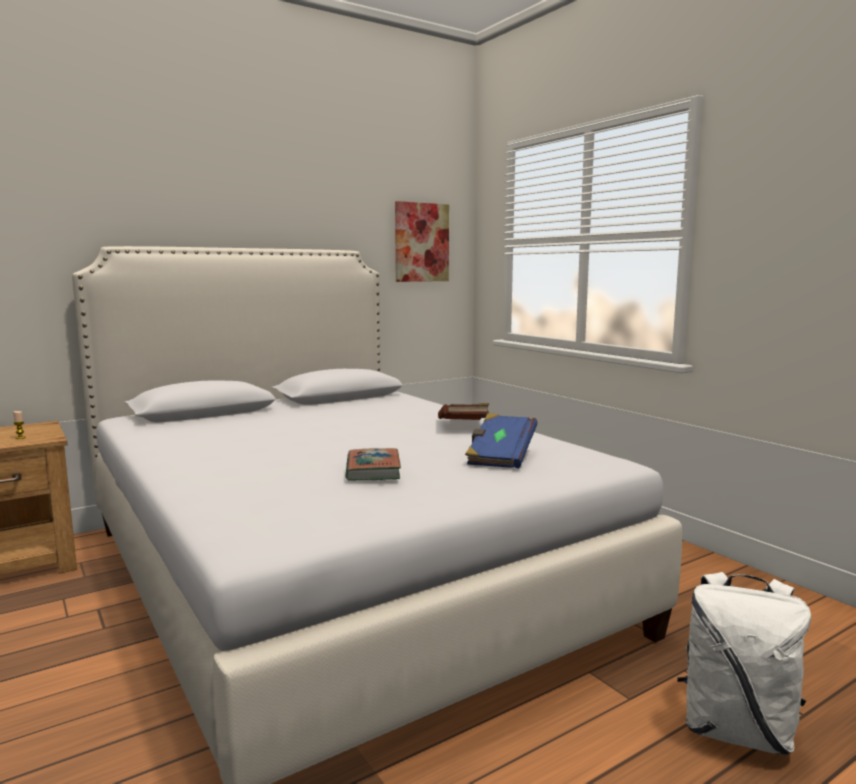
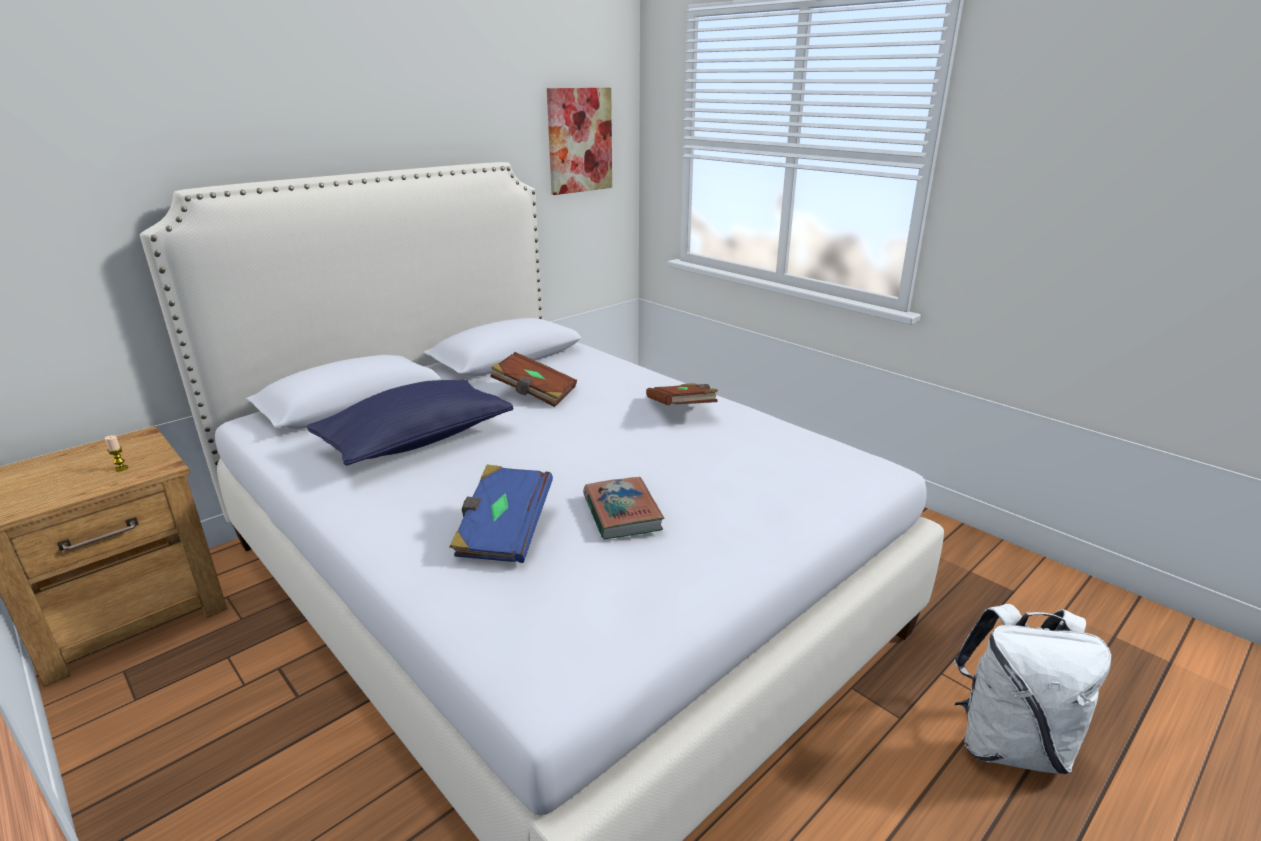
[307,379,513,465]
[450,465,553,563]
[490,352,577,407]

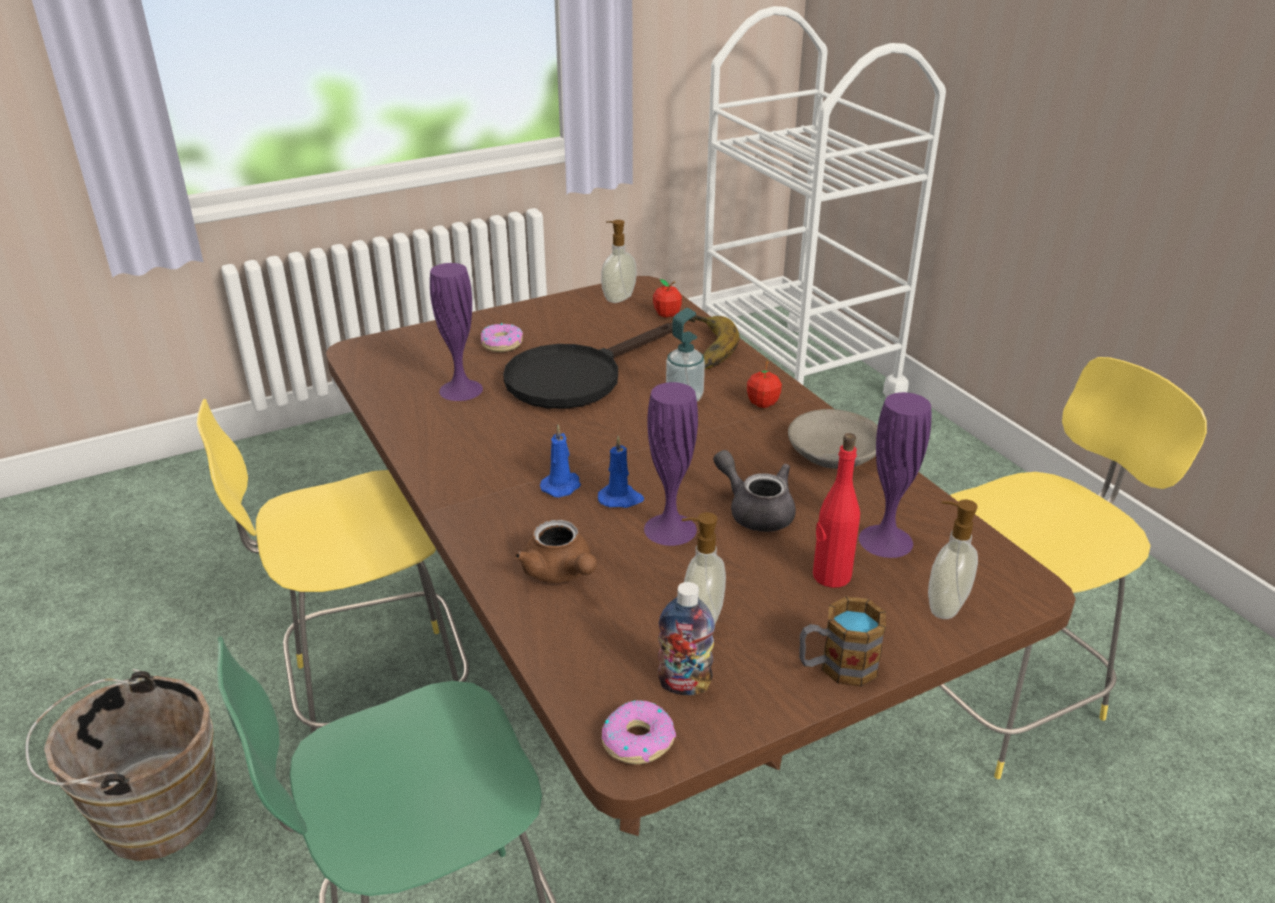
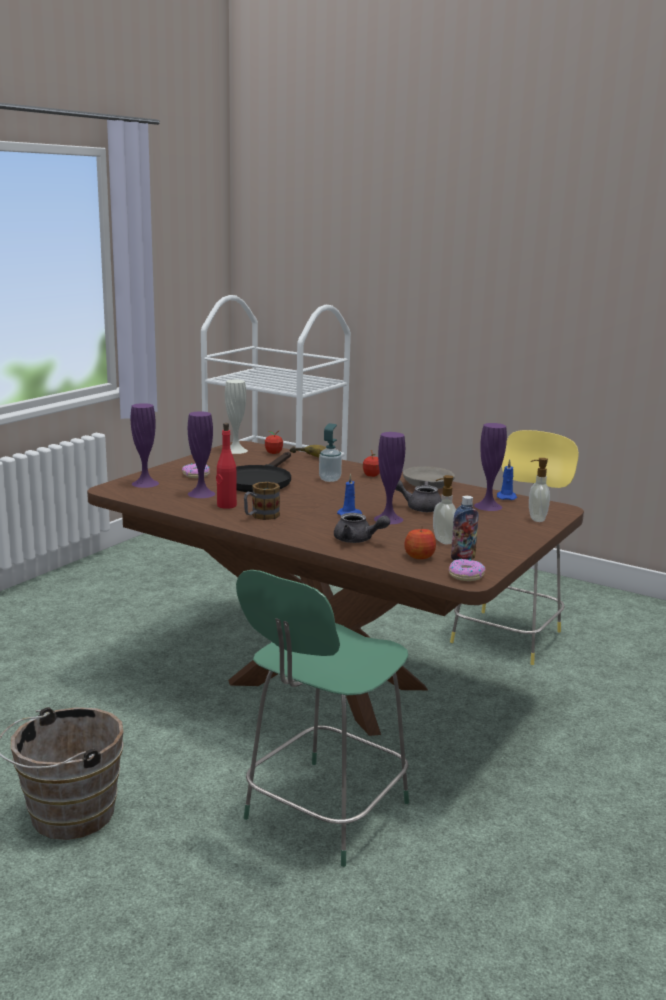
[131,403,159,488]
[216,423,237,509]
[225,380,248,454]
[244,482,280,520]
[334,513,390,543]
[404,528,436,559]
[497,459,517,500]
[197,399,469,733] (first image)

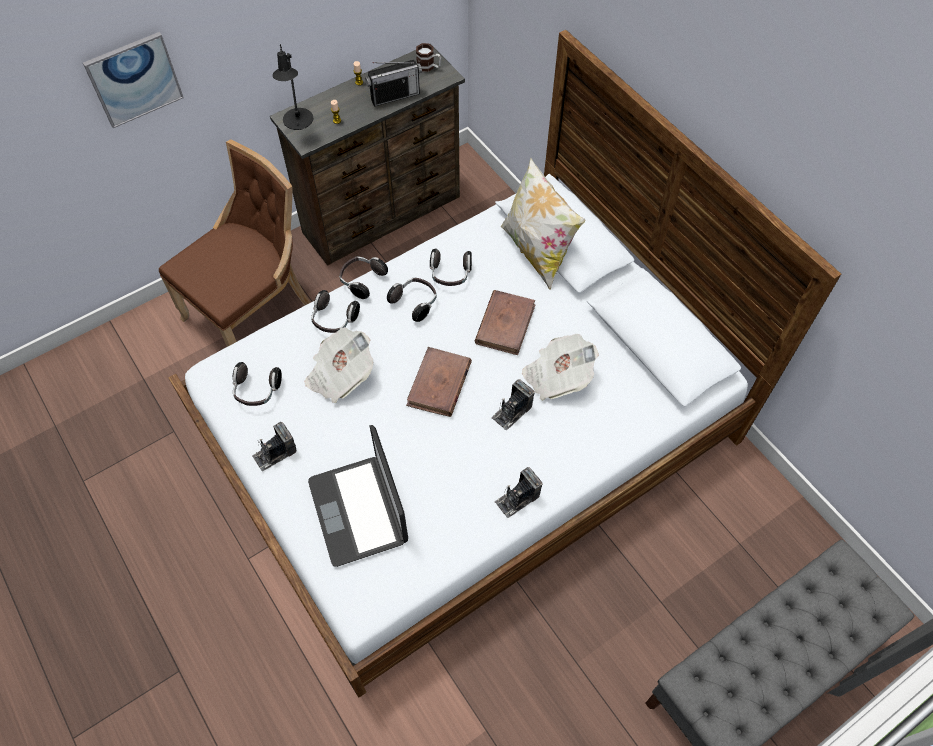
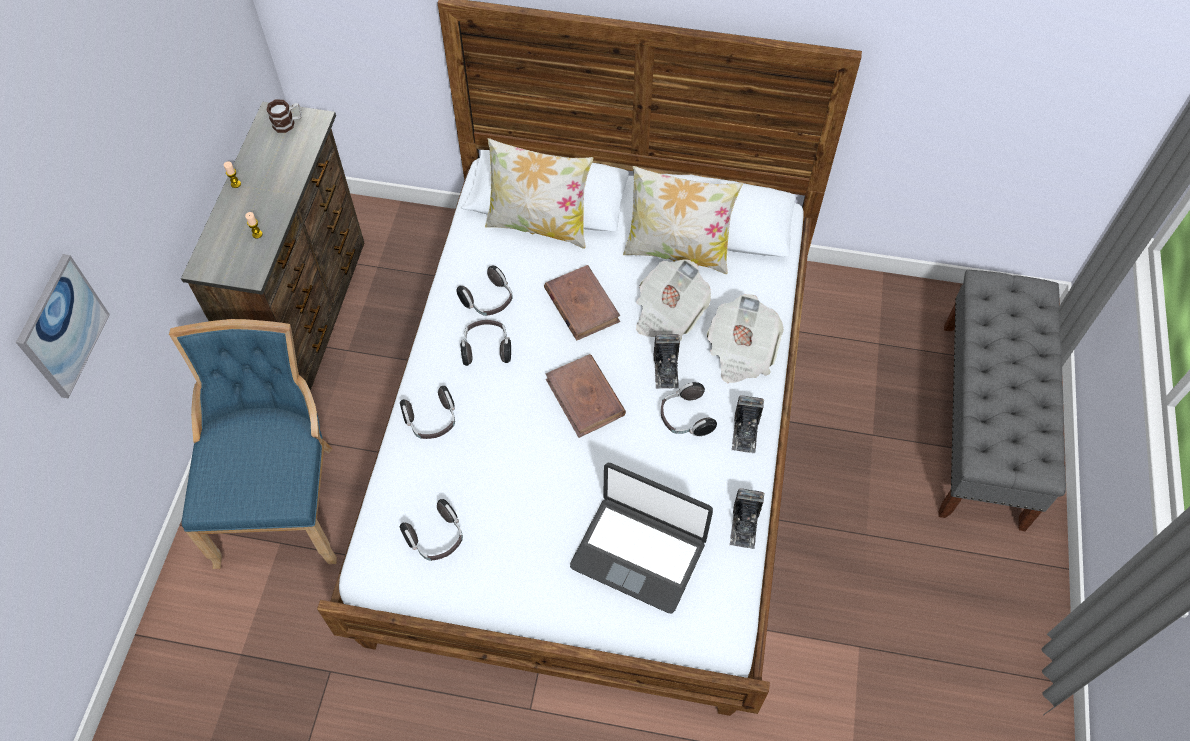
[169,319,337,569]
[623,166,743,274]
[661,382,717,436]
[707,294,784,383]
[729,488,765,549]
[272,44,313,130] (first image)
[365,60,422,107] (first image)

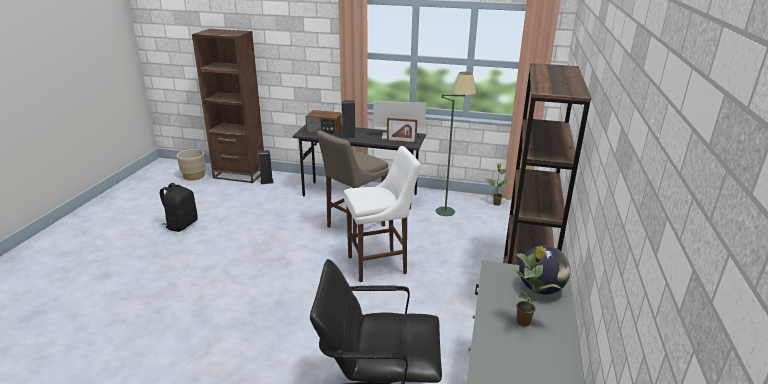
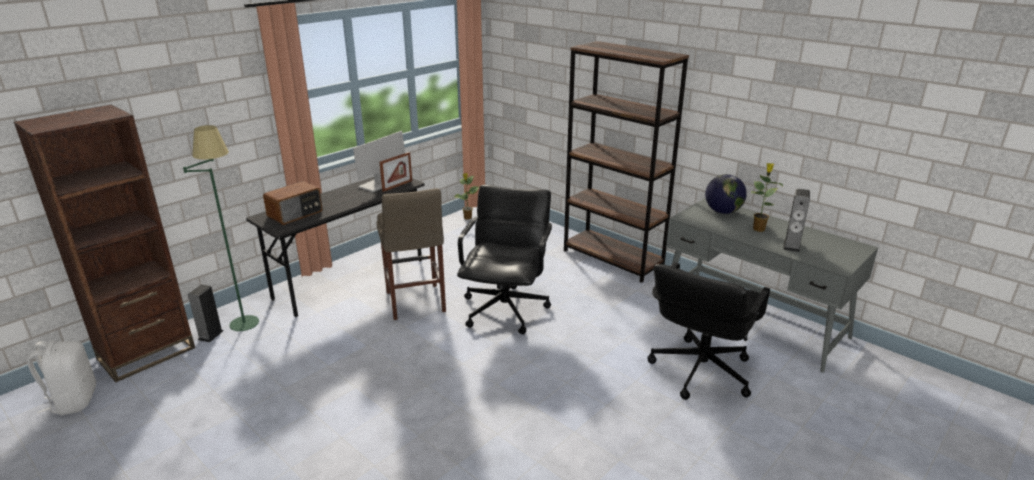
[27,341,96,415]
[183,125,259,331]
[457,185,552,334]
[783,189,810,252]
[160,183,198,232] (first image)

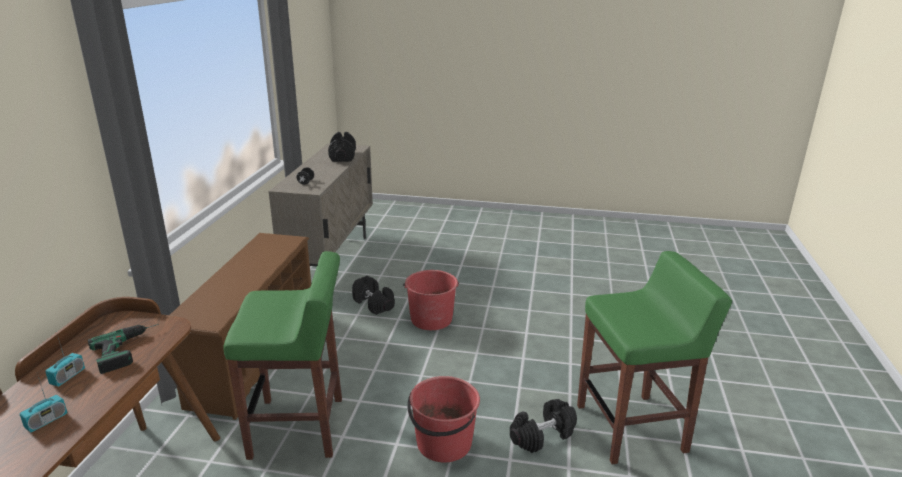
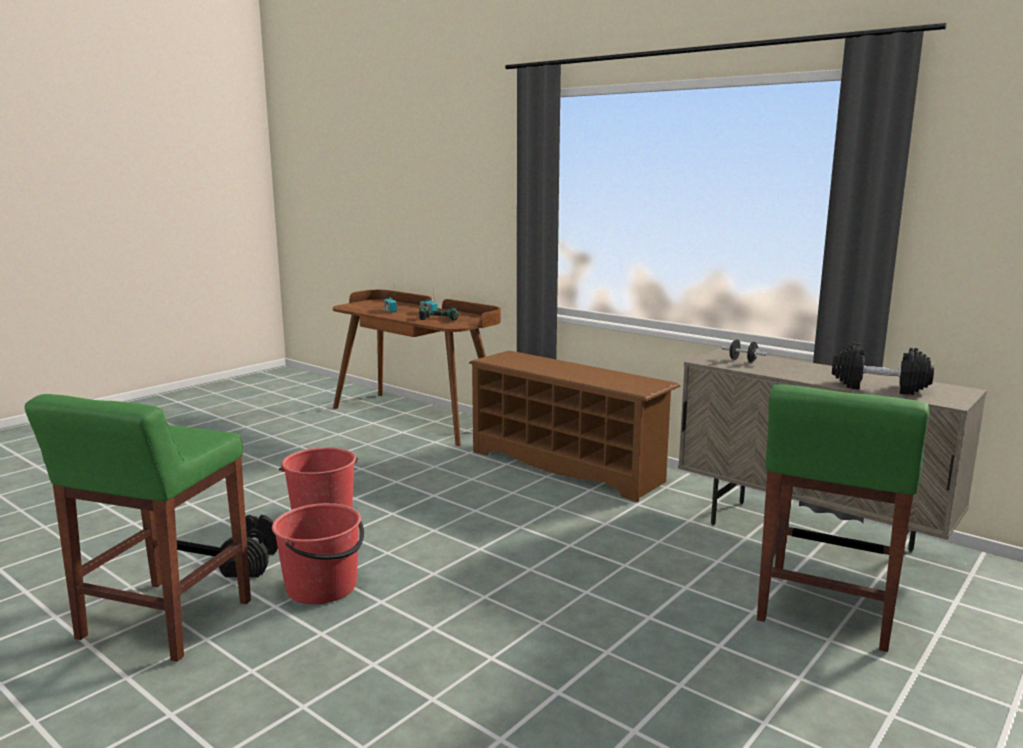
[272,503,364,604]
[757,384,929,652]
[352,276,395,315] (first image)

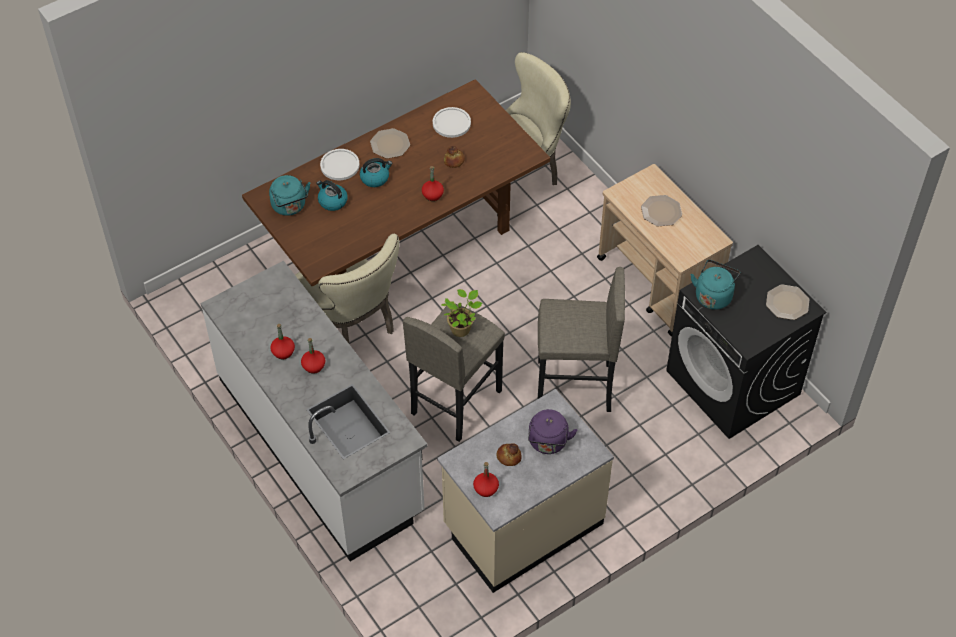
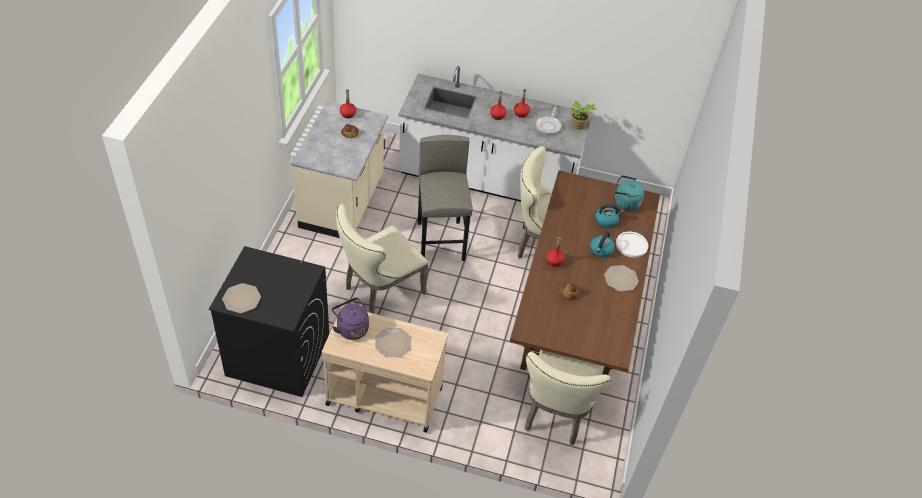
[332,297,369,340]
[336,204,429,314]
[535,107,562,135]
[570,101,596,130]
[433,107,471,138] (first image)
[691,260,741,310] (first image)

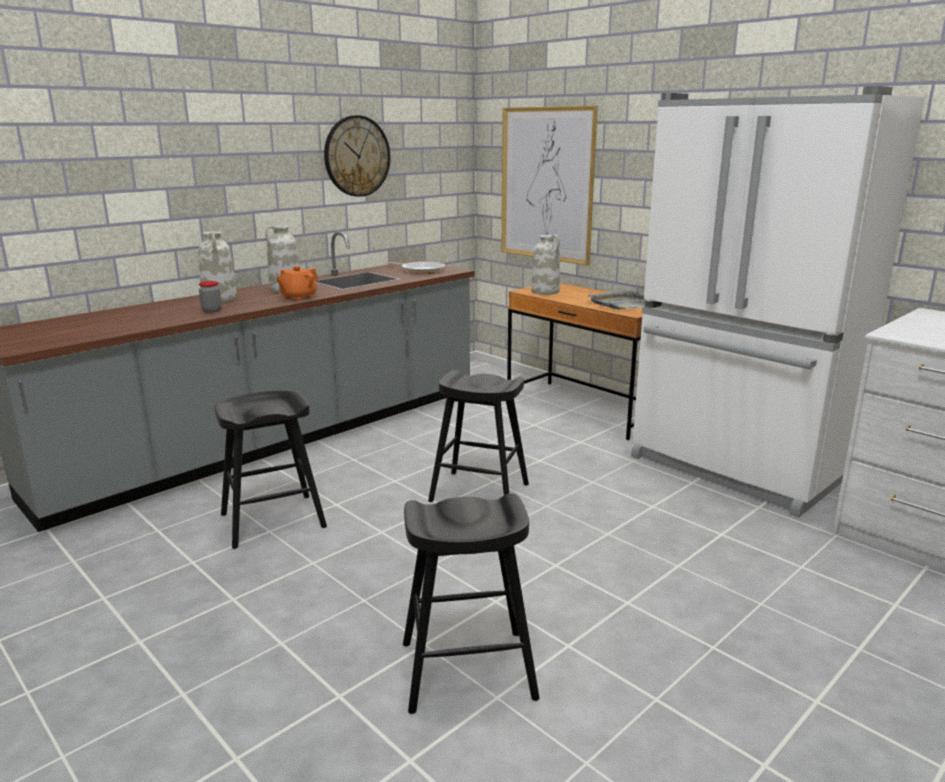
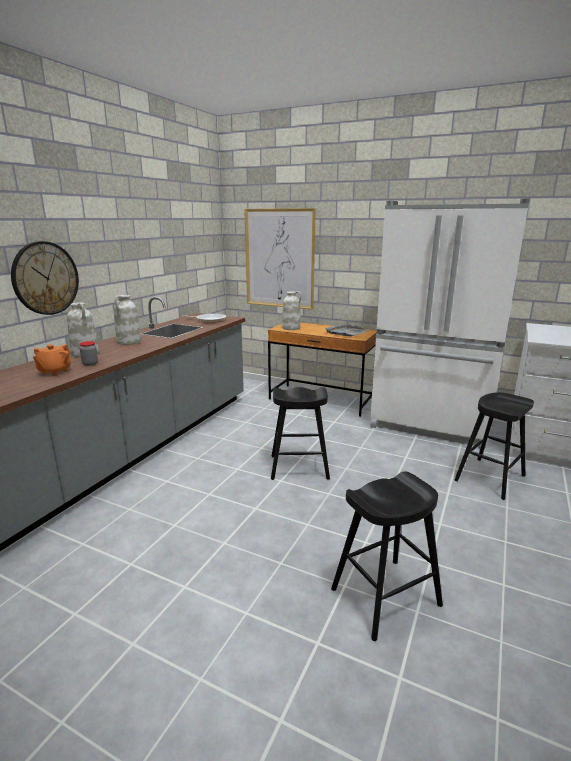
[11,241,79,315]
[33,344,71,375]
[454,392,534,500]

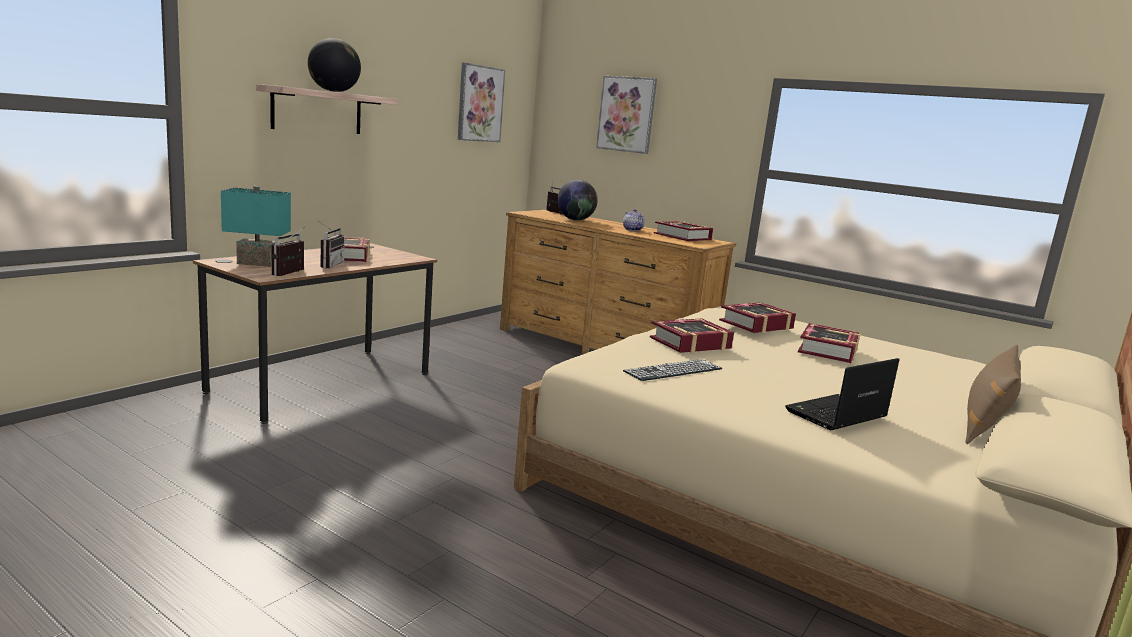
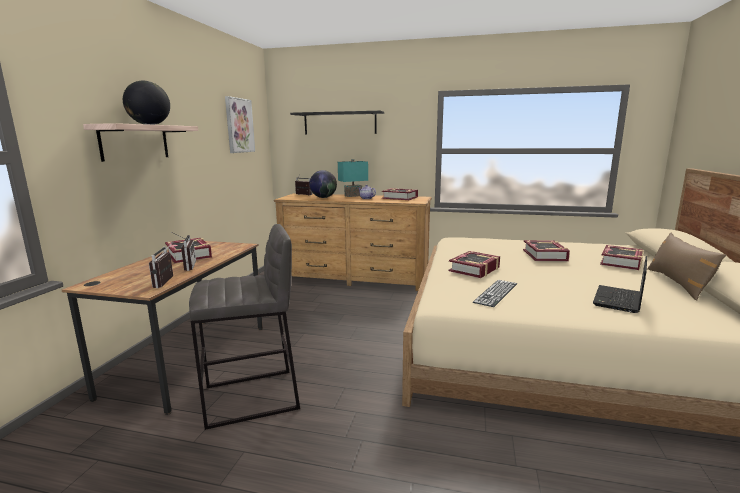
[189,224,300,430]
[290,111,384,135]
[338,159,368,197]
[600,245,644,270]

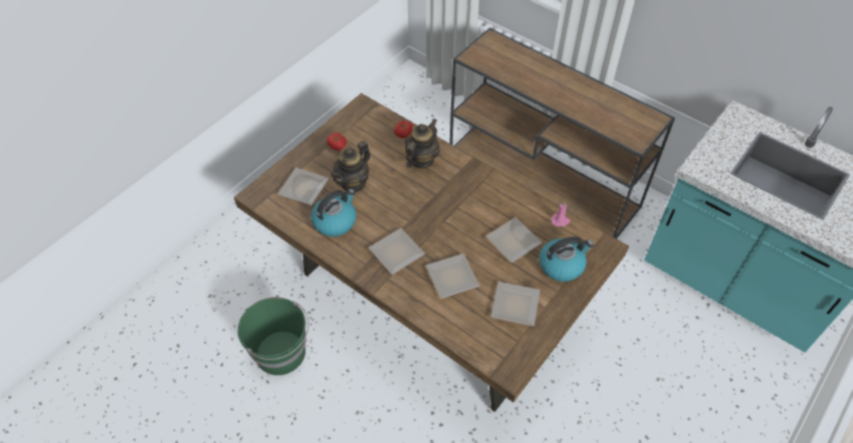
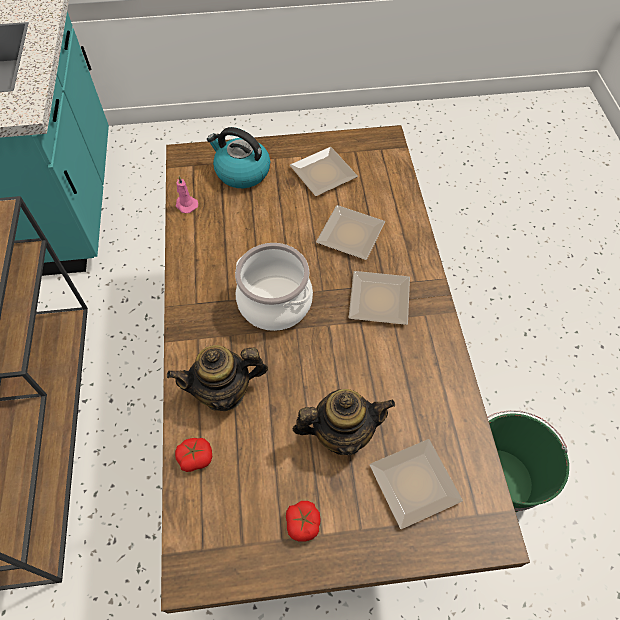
[235,243,313,331]
[311,189,356,237] (first image)
[486,217,542,263] (first image)

